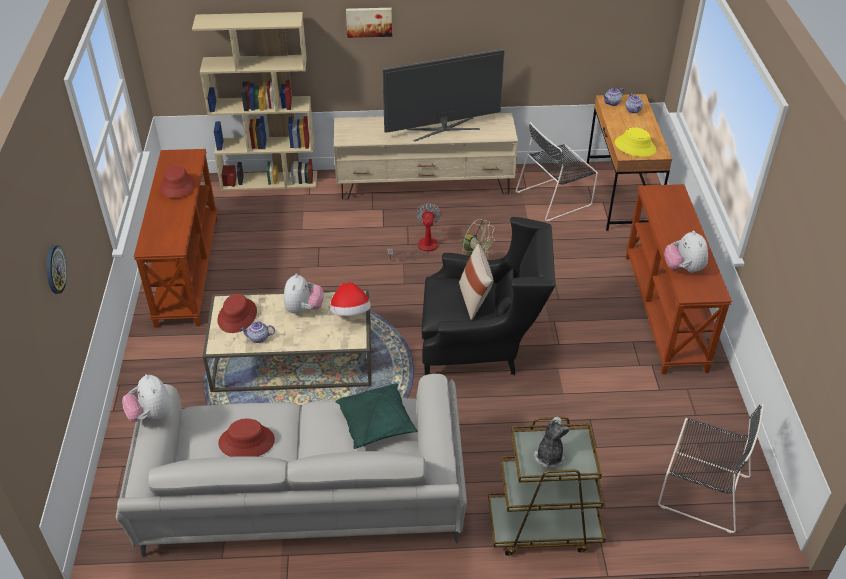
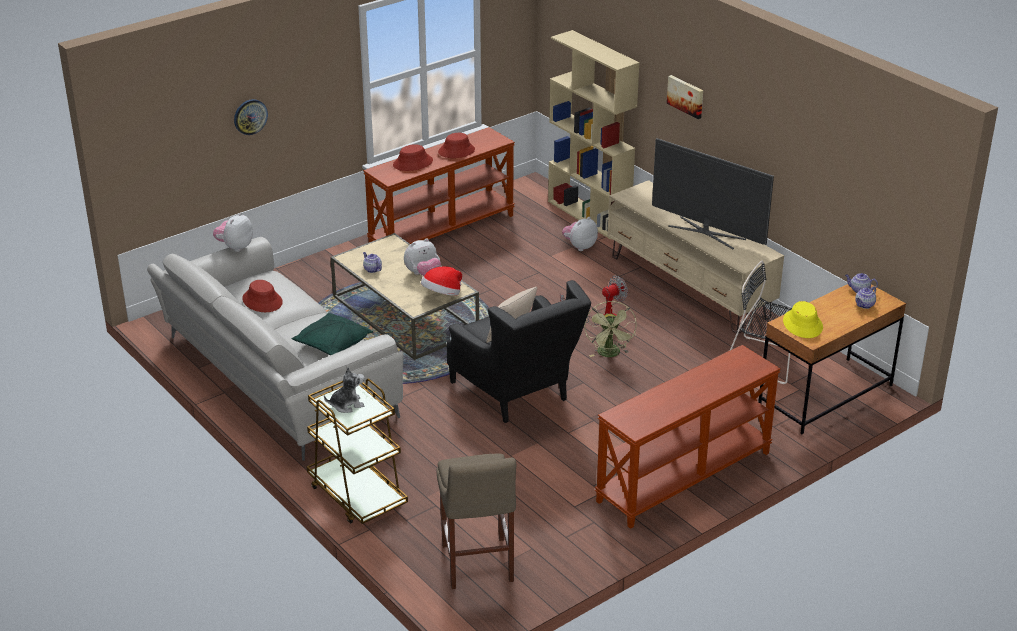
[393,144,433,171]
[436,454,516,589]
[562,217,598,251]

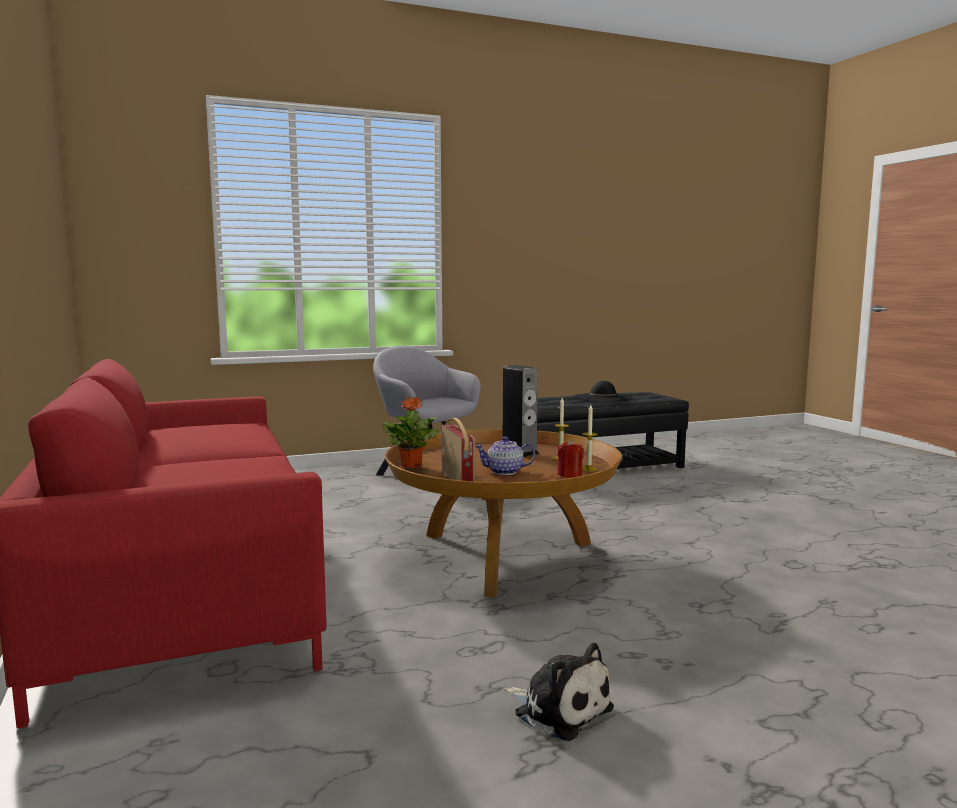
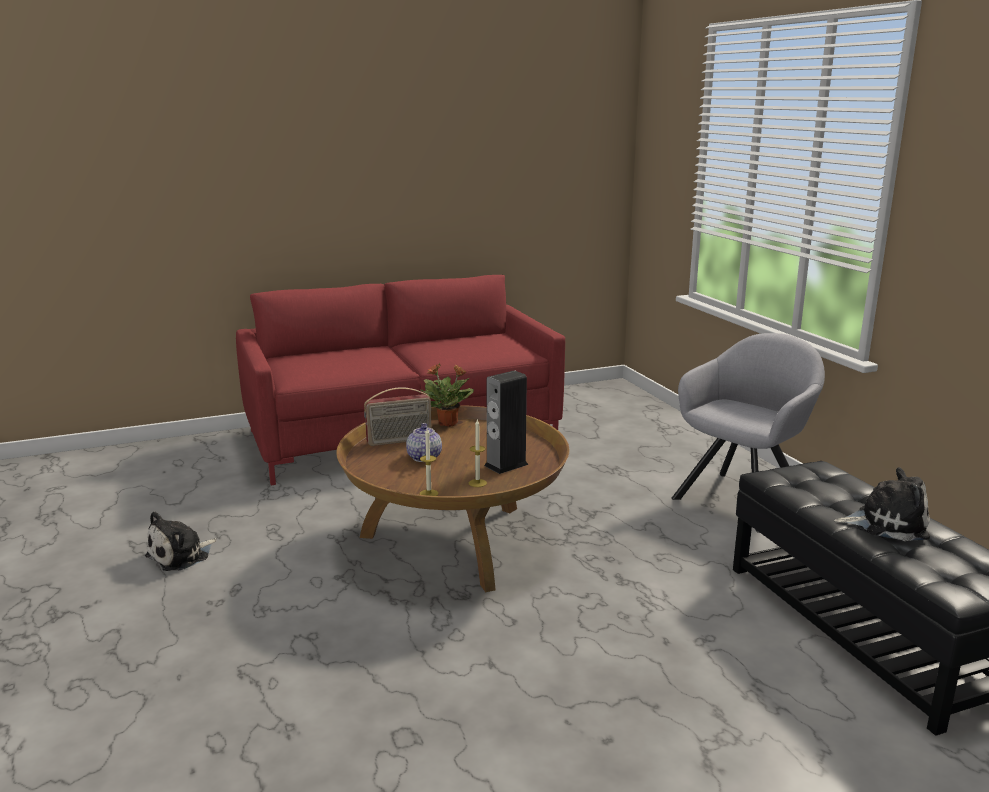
[834,467,930,541]
[557,439,584,478] (first image)

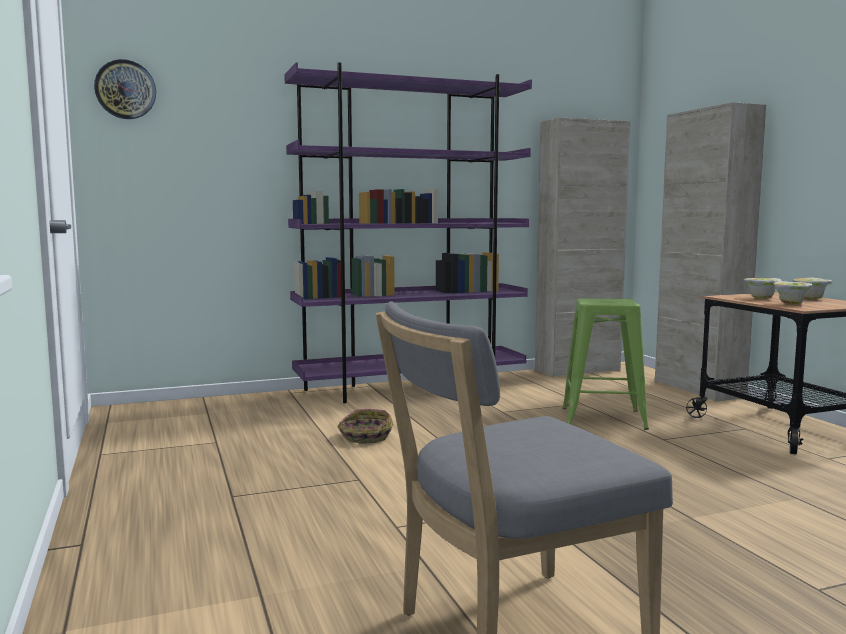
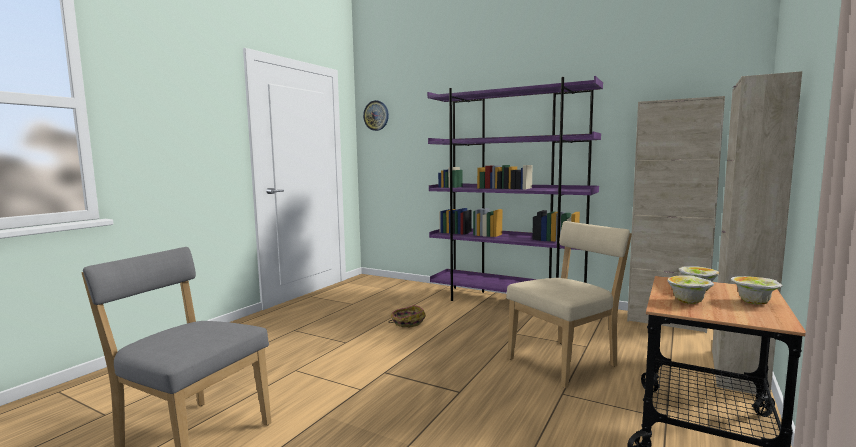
[506,221,632,388]

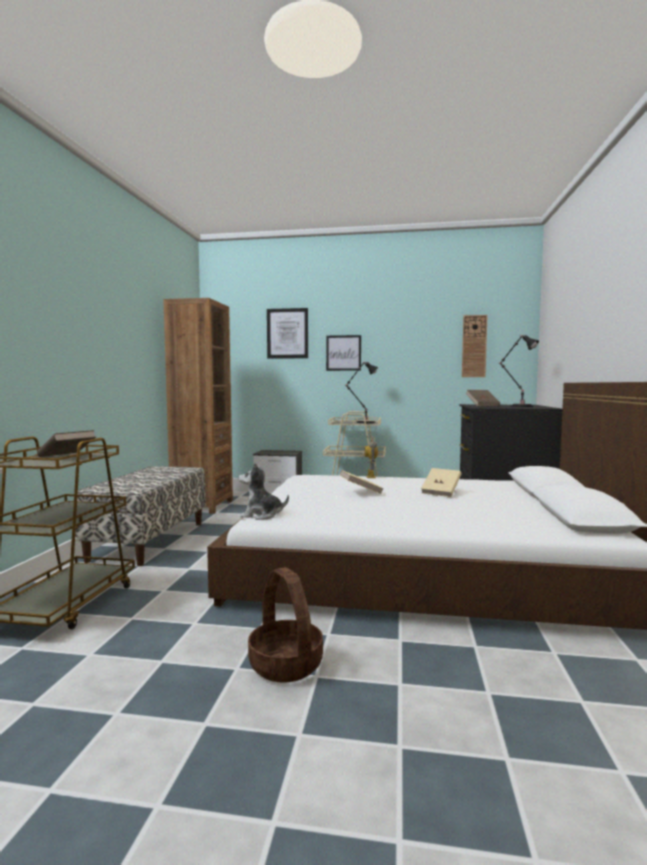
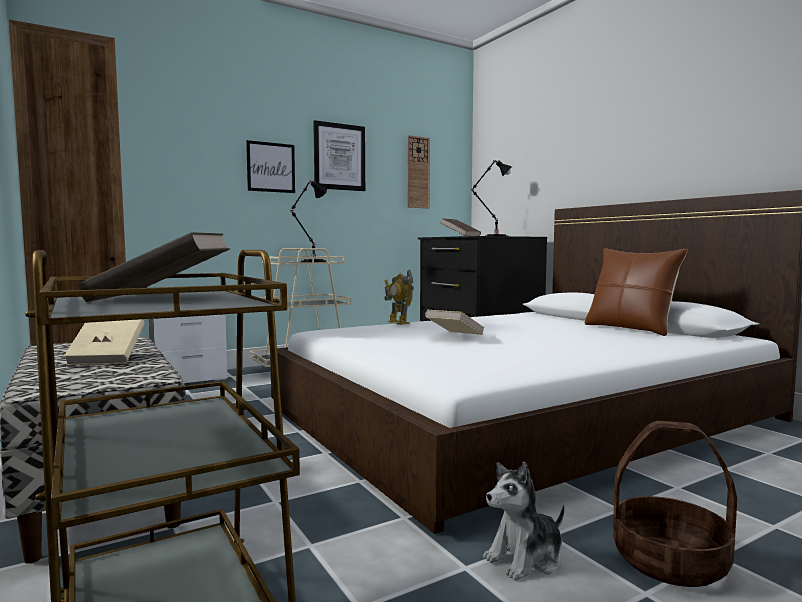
[64,319,145,365]
[313,120,365,191]
[483,462,565,581]
[585,248,688,336]

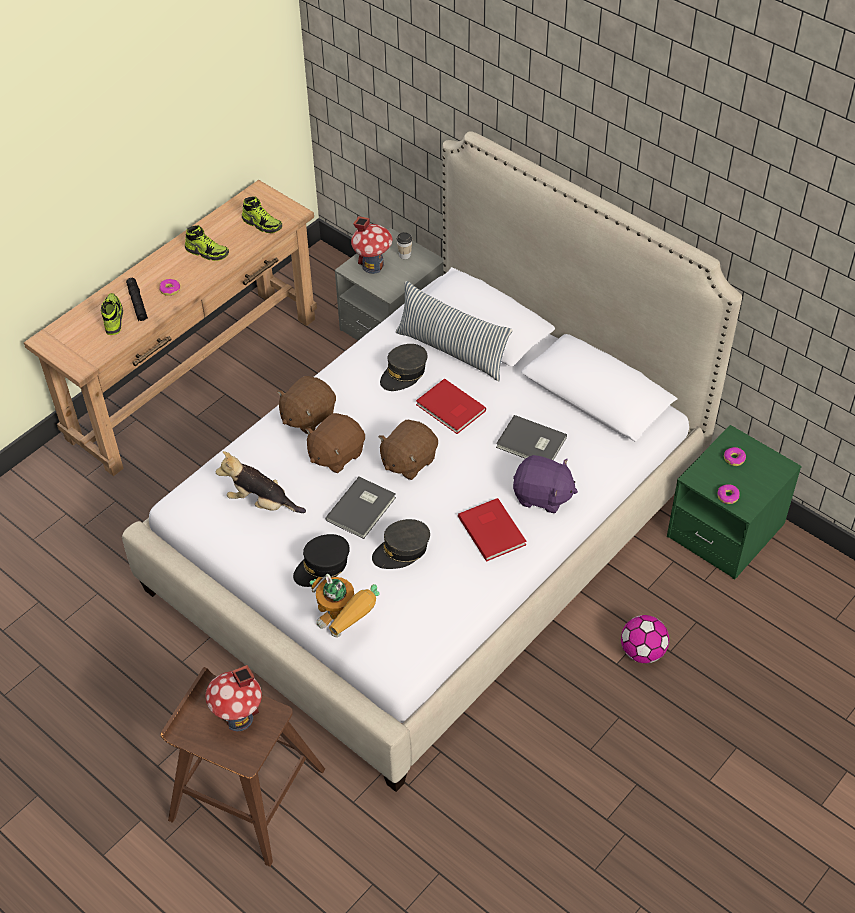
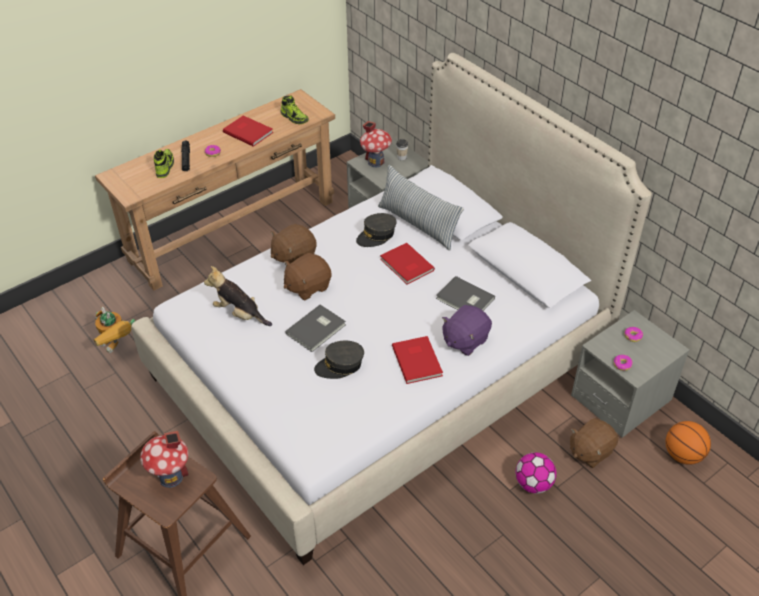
[94,307,135,353]
[223,115,273,147]
[442,305,492,356]
[570,418,619,468]
[571,310,689,438]
[666,421,711,465]
[293,534,350,587] (first image)

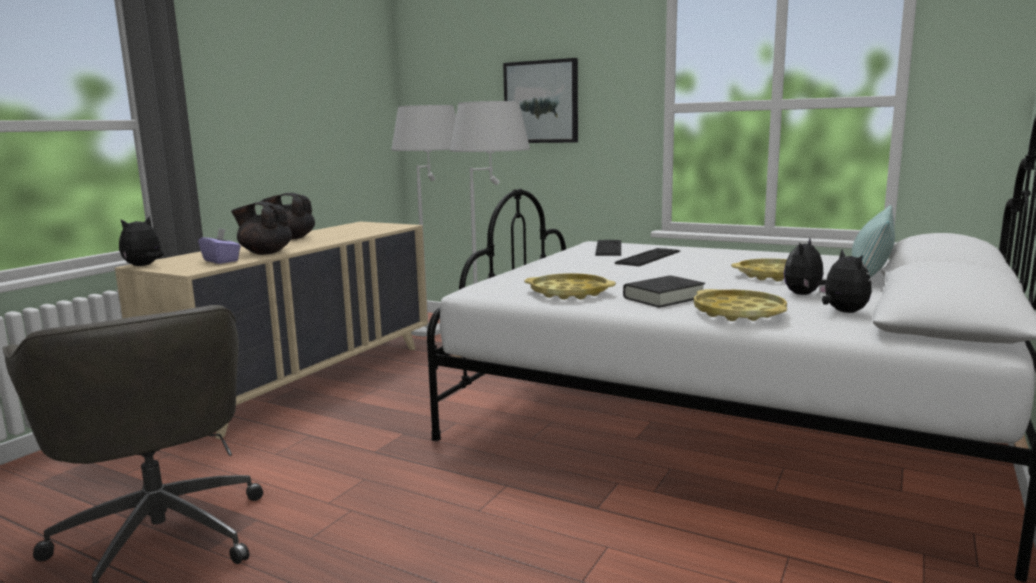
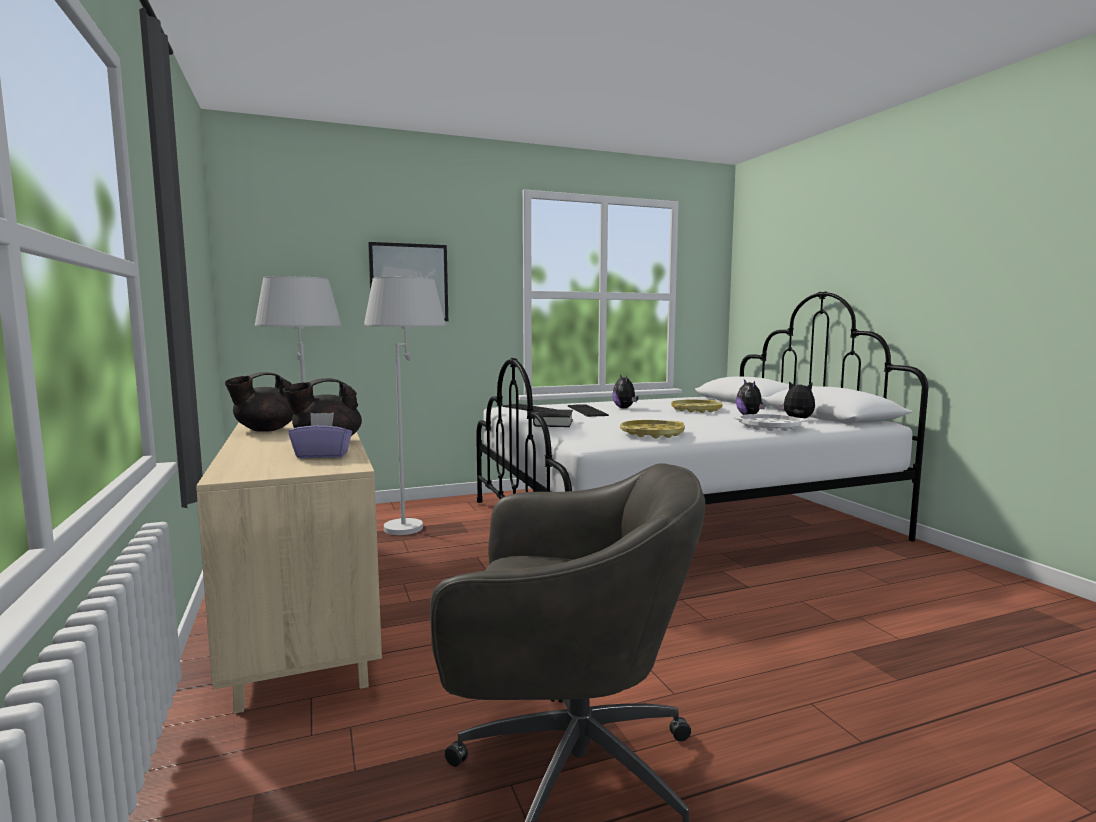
[533,409,573,427]
[612,375,638,408]
[733,414,808,431]
[852,205,895,277] (first image)

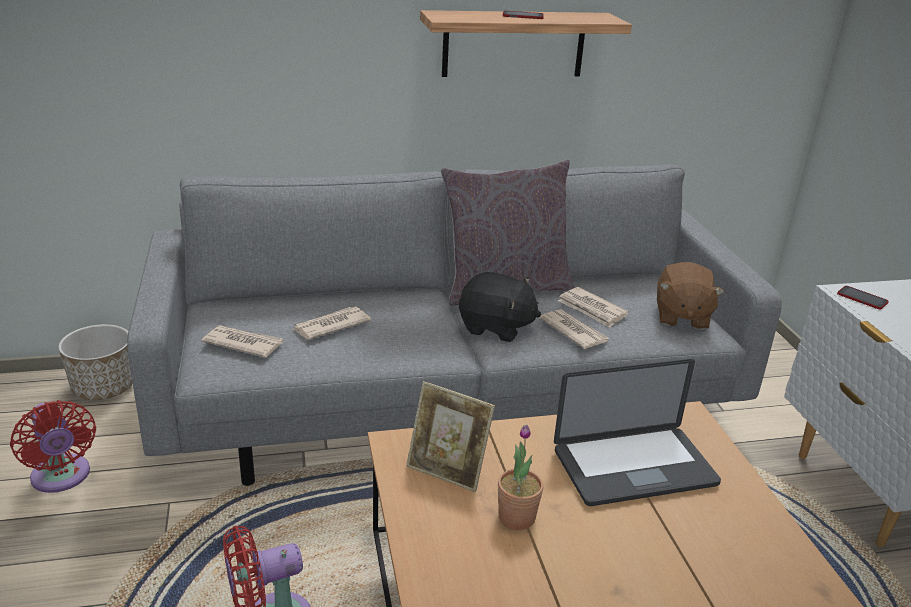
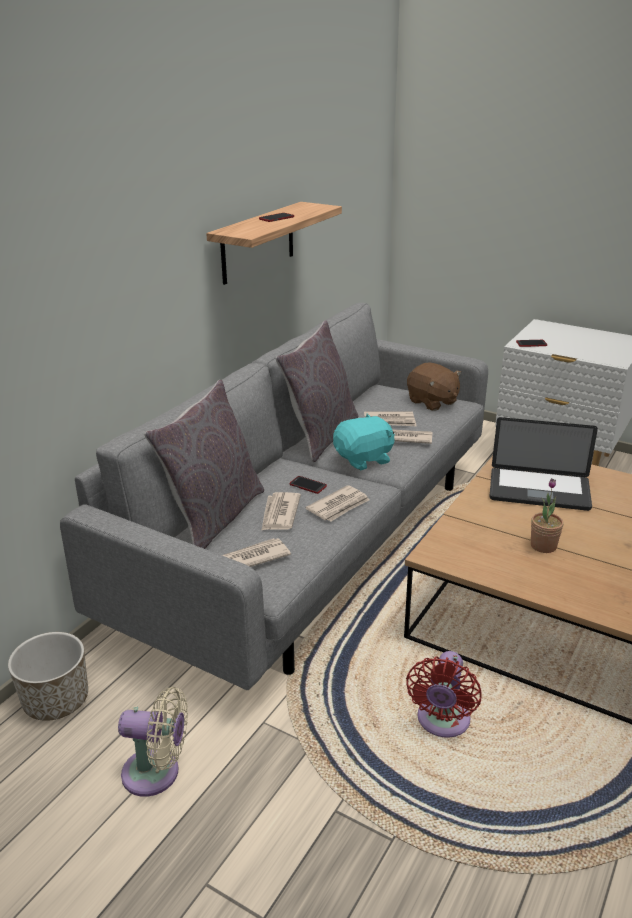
[118,687,188,797]
[144,380,264,549]
[290,476,327,494]
[306,485,369,521]
[333,413,395,470]
[489,417,598,511]
[406,381,495,492] (first image)

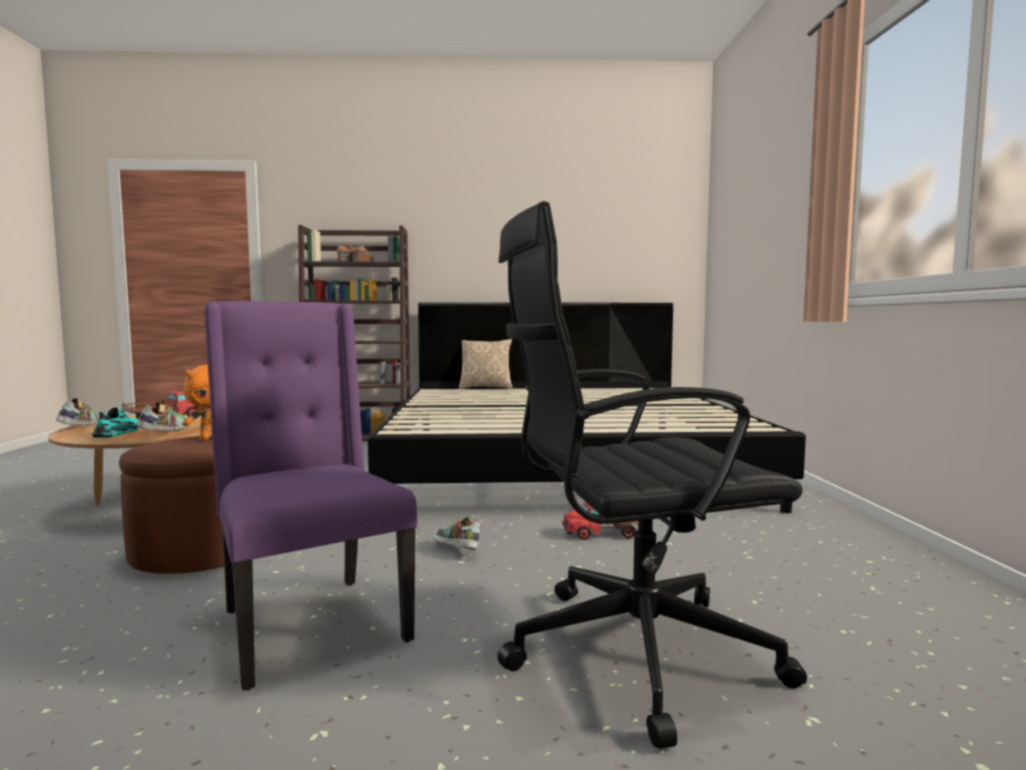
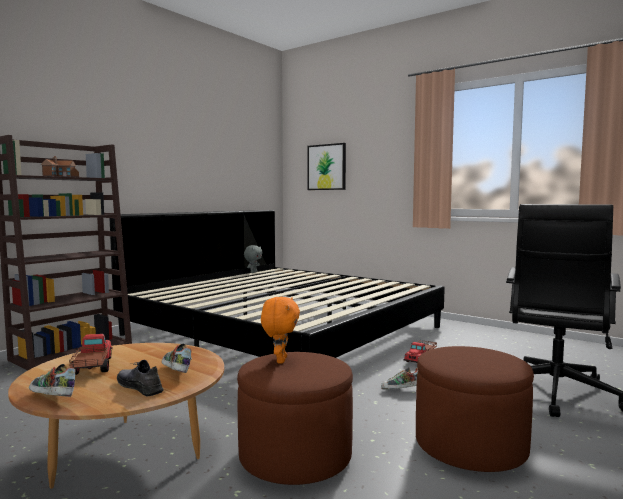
[117,360,163,396]
[244,245,262,273]
[307,143,346,190]
[416,346,534,472]
[459,339,513,389] (first image)

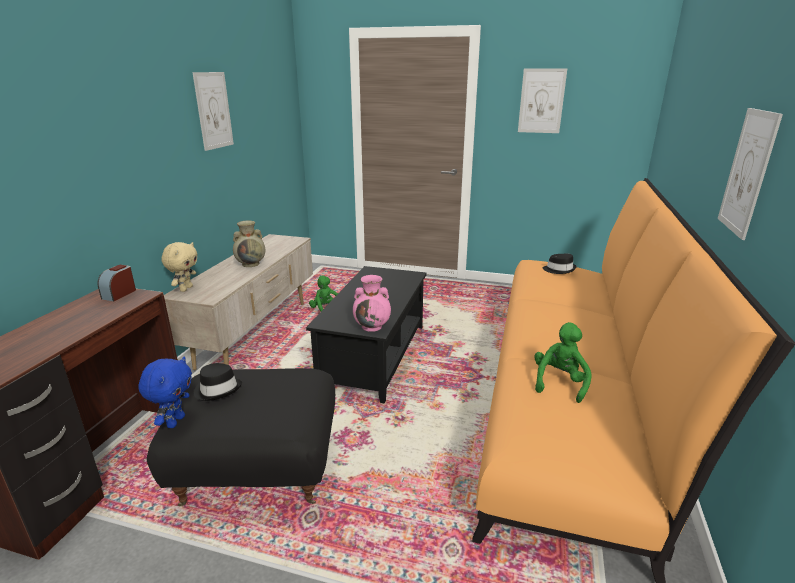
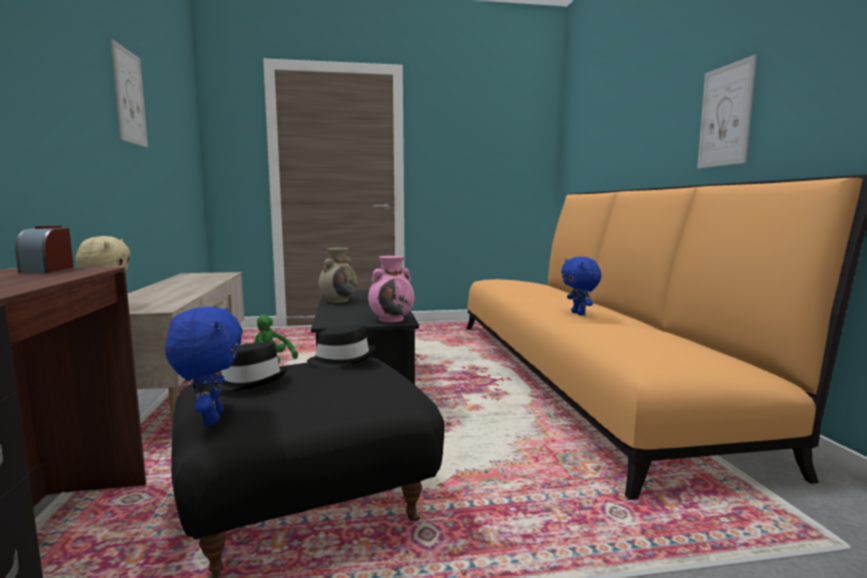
[307,324,375,368]
[319,248,358,303]
[561,257,602,316]
[518,68,567,133] (first image)
[534,322,592,403] (first image)

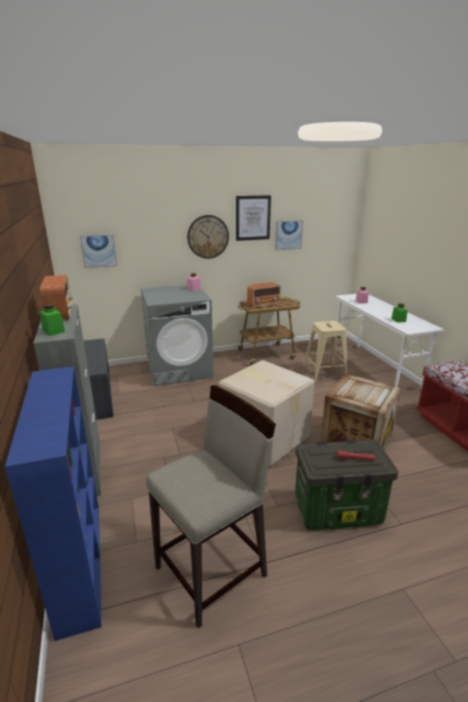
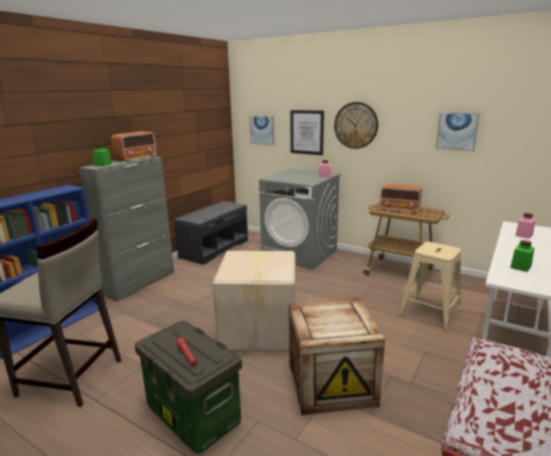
[291,110,324,155]

